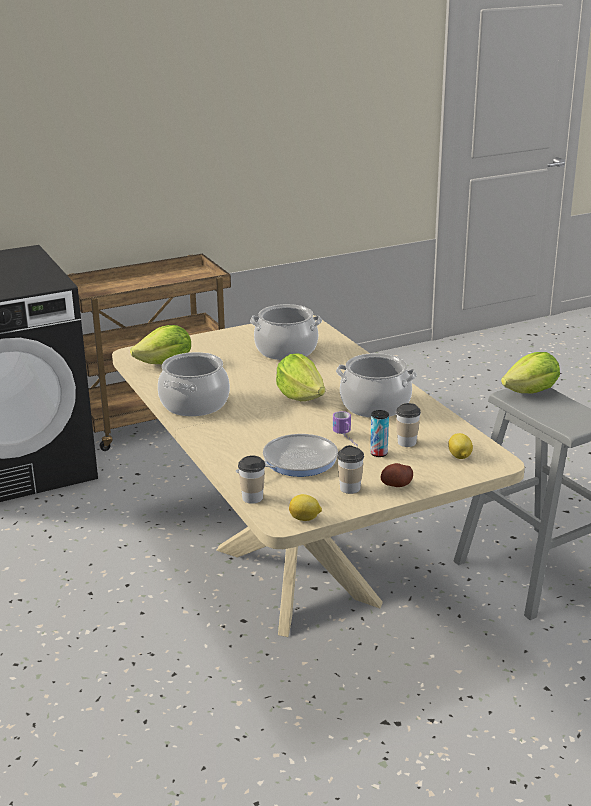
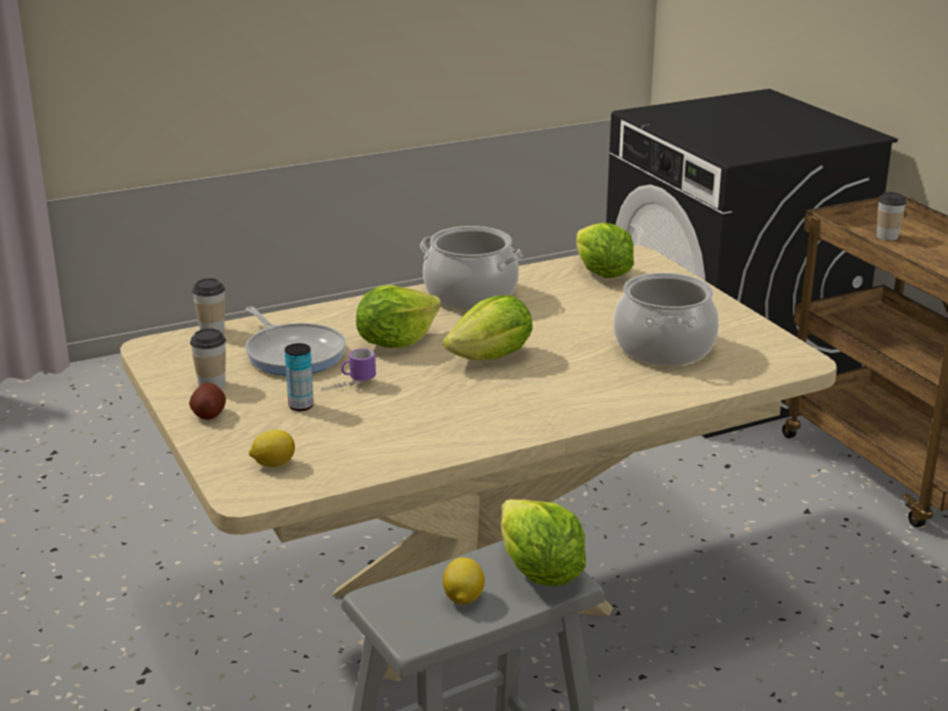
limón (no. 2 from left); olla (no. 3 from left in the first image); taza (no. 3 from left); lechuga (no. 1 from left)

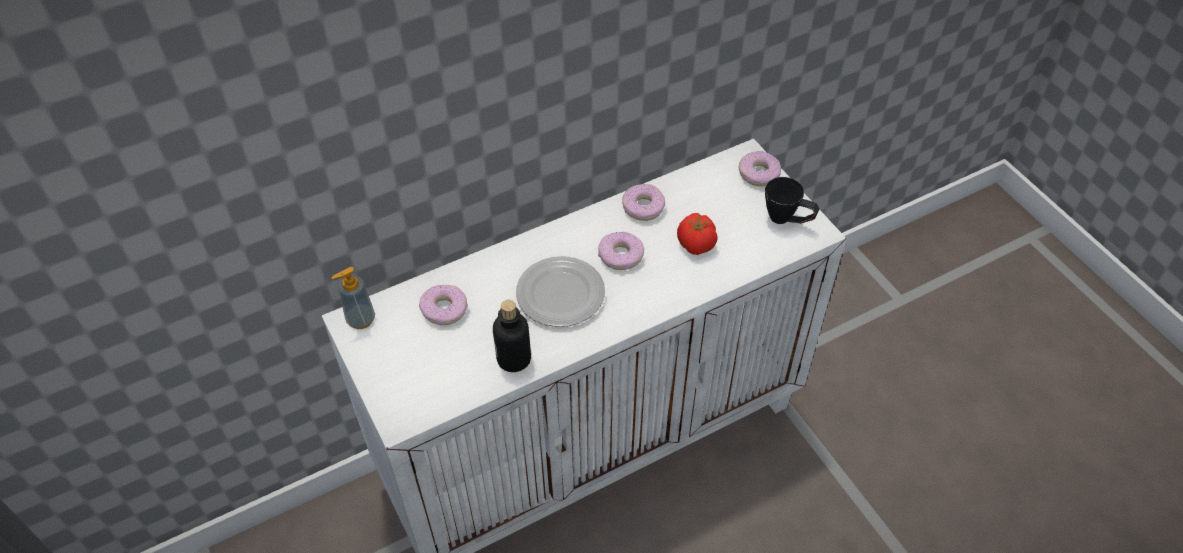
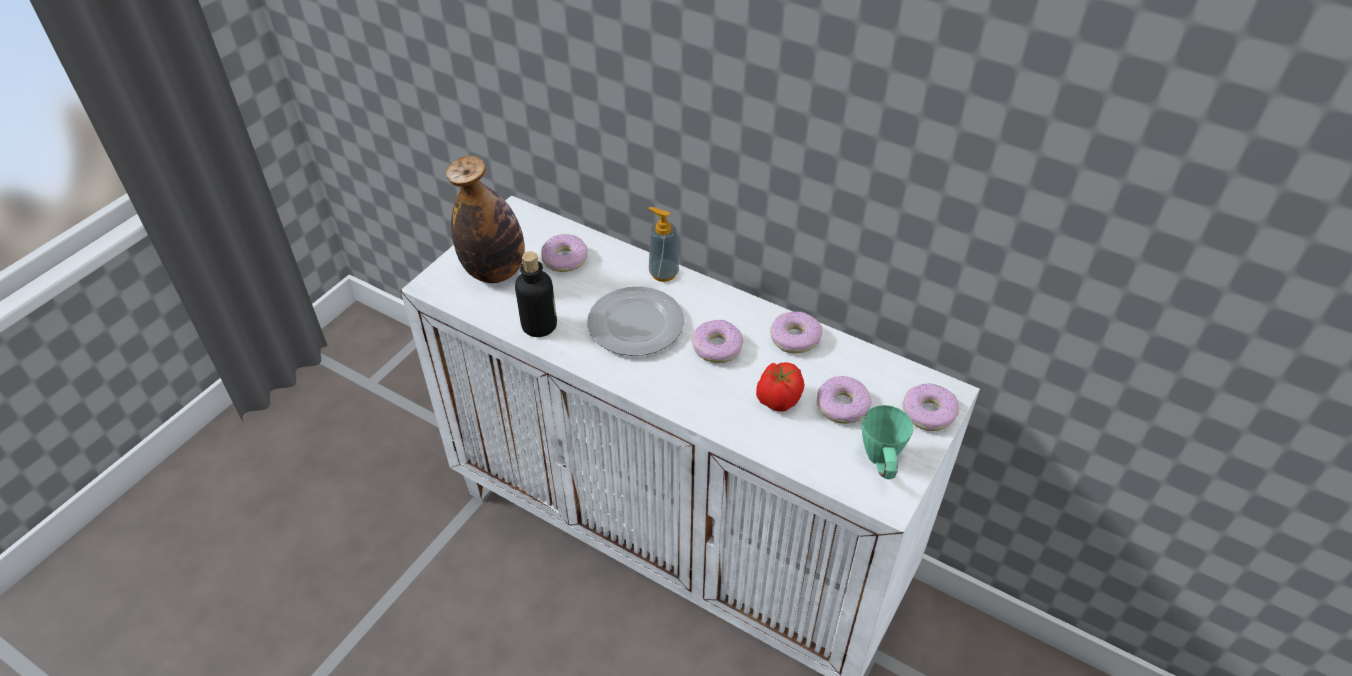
dispensador de jabón; taza grande [verde]; botella (no. 1 from left); rosquilla (no. 4 from left)

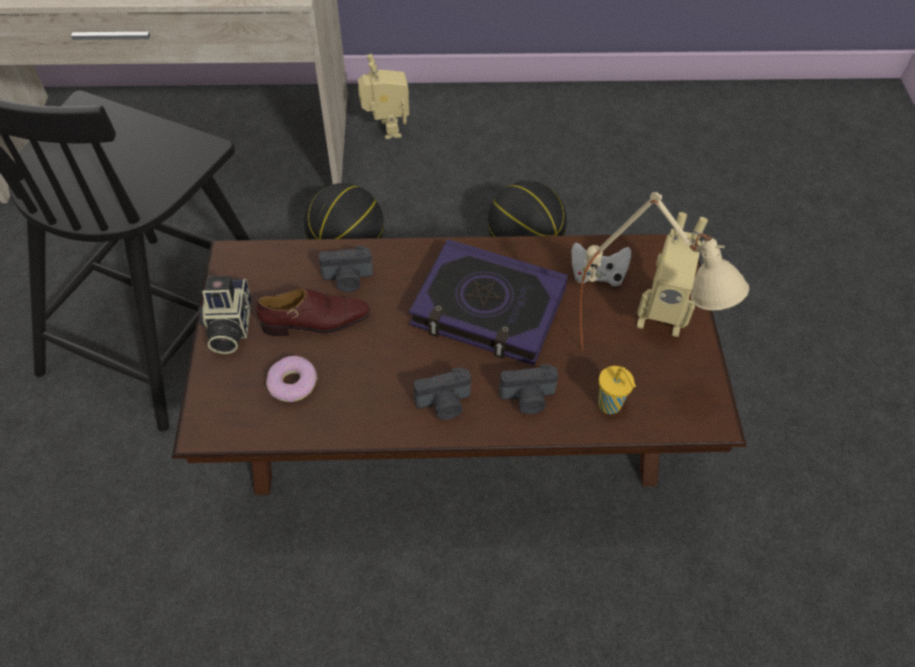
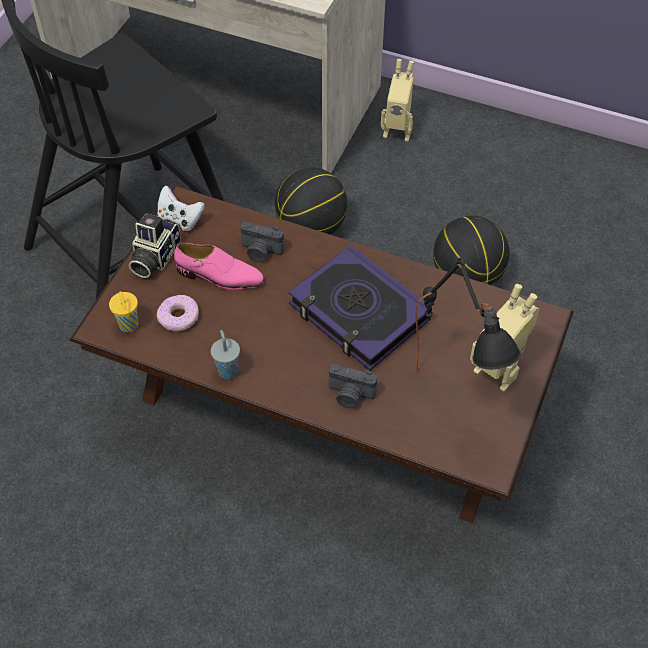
zapato [rosa]; robot de juguete (no. 1 from left); cámara (no. 3 from left in the first image); mando de consola [blanco]; lámpara de mesa [negro]; taza [amarillo]; taza [gris]

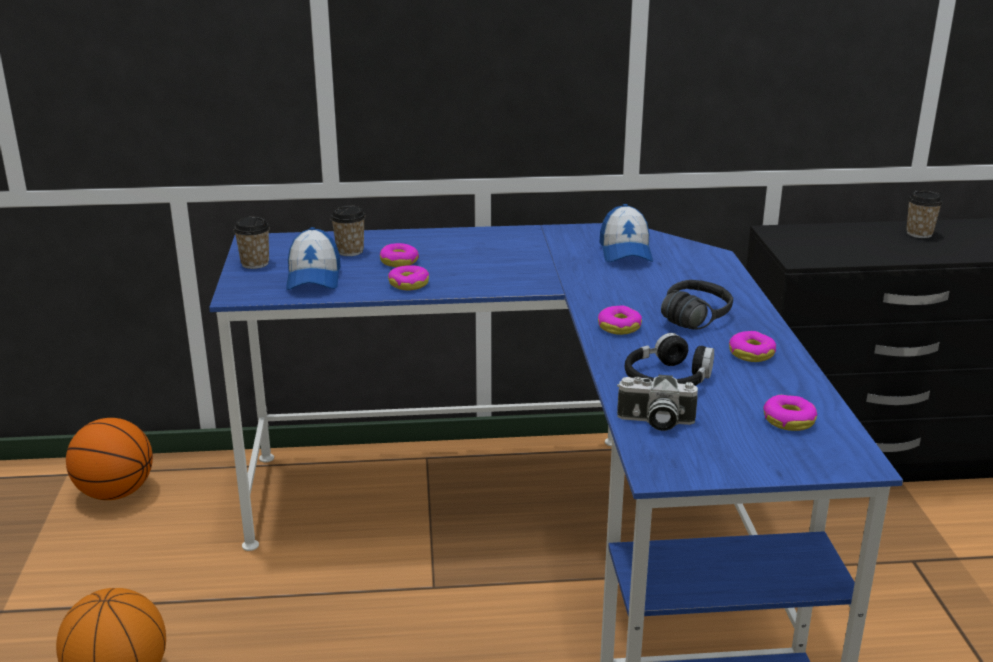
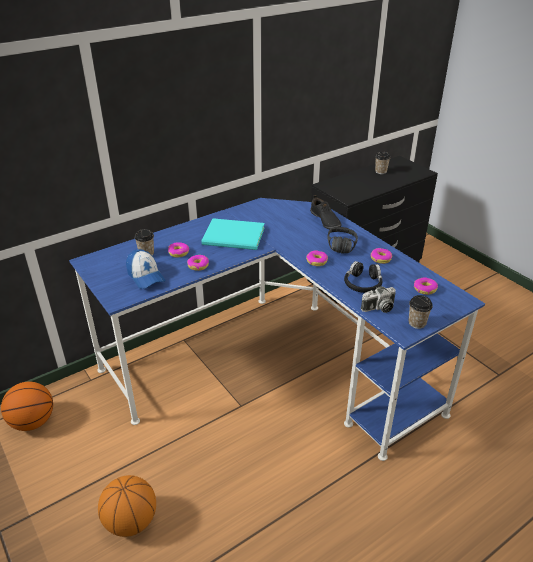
taza (no. 3 from left); gorra (no. 2 from left in the first image); libro [turquesa]; zapato [negro]

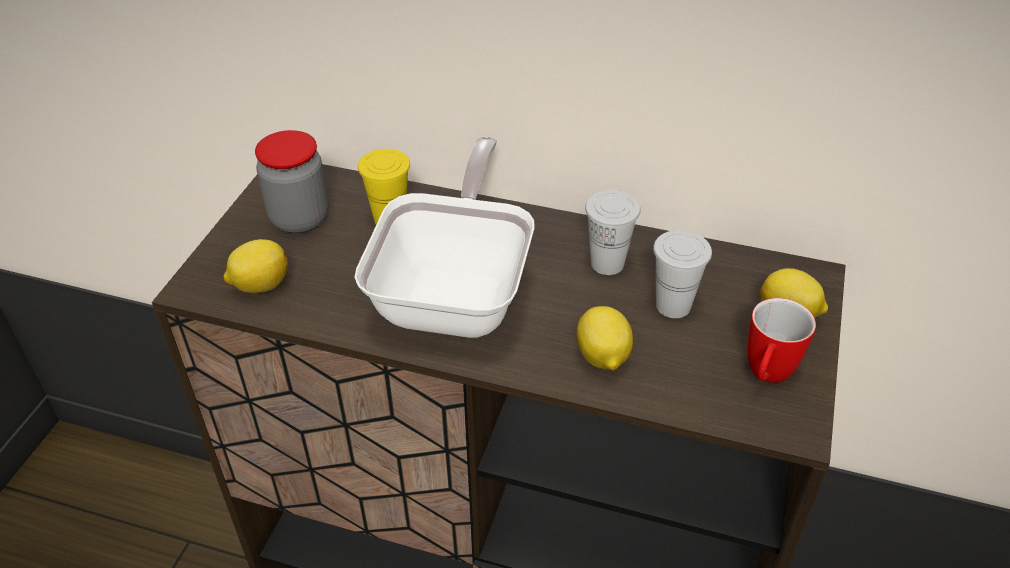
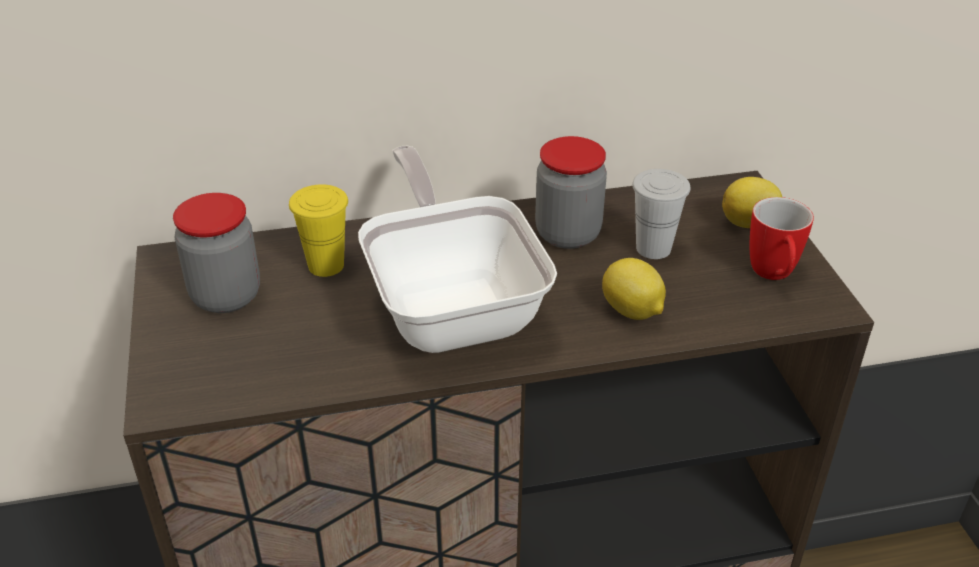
limón (no. 1 from left in the first image); tarro (no. 2 from left)

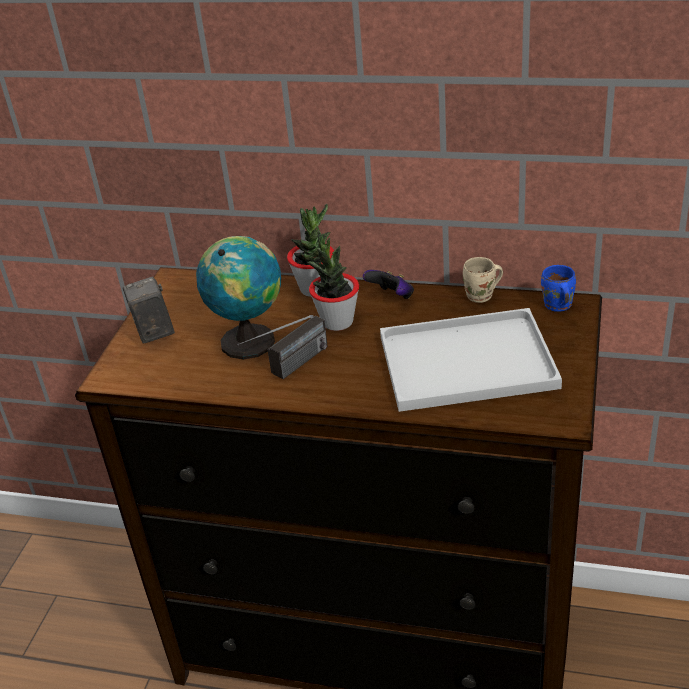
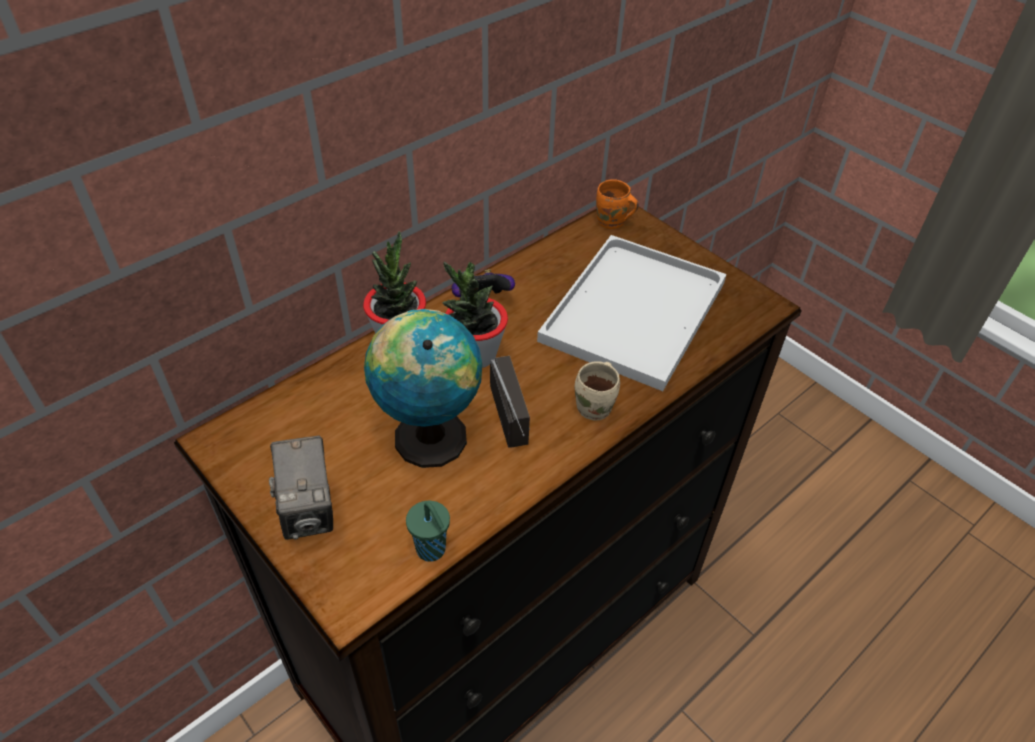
cámara; taza grande [beis]; taza grande [naranja]; taza [verde]

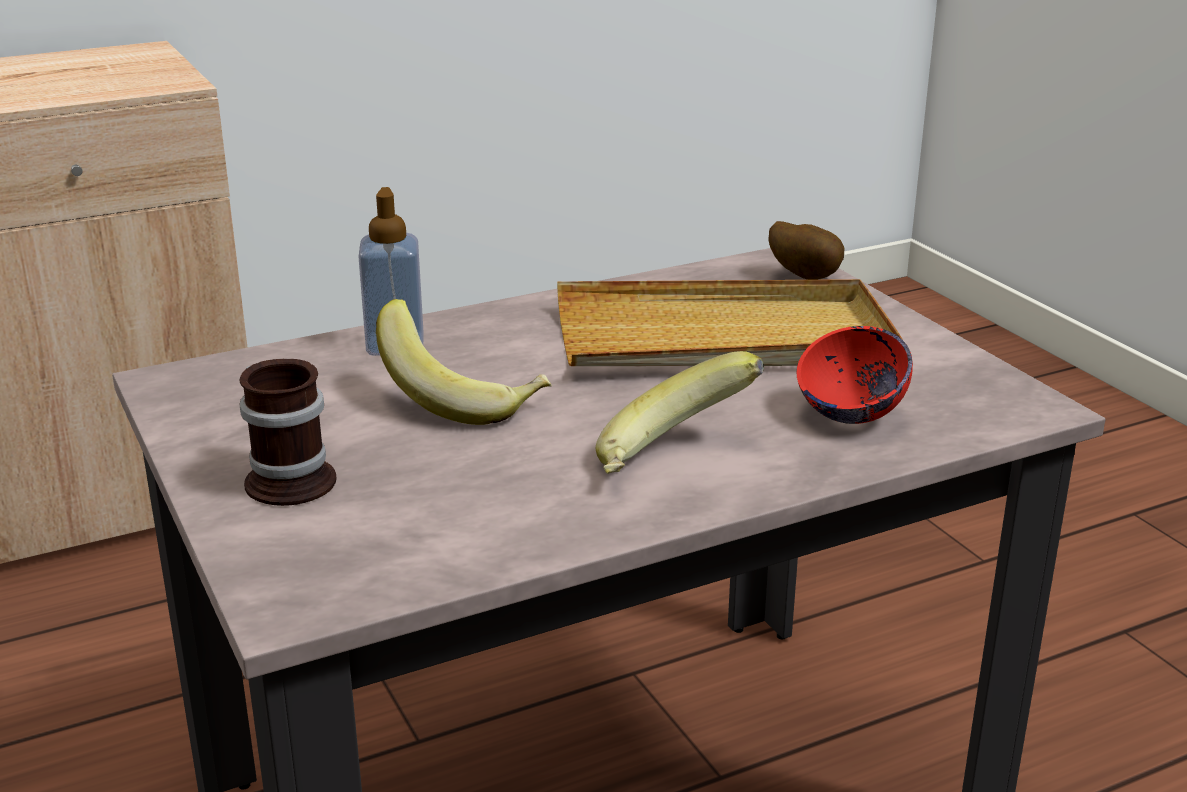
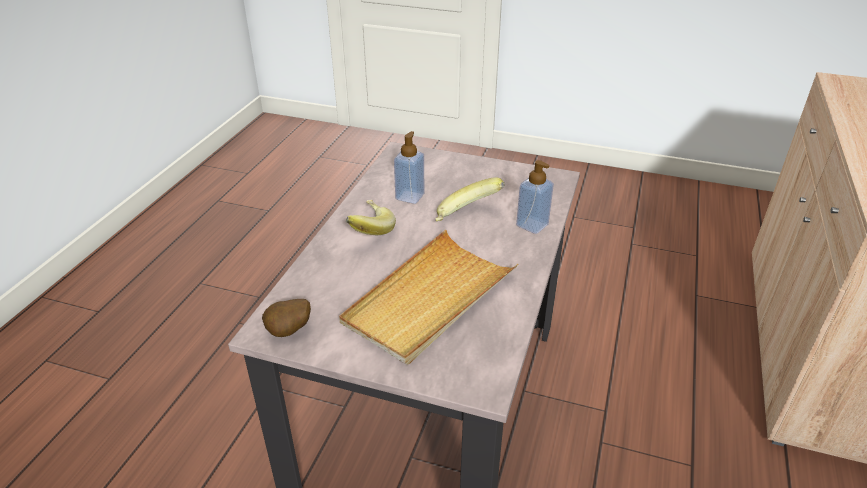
taza grande; patata; cuenco [rojo]; dispensador de jabón (no. 1 from left)

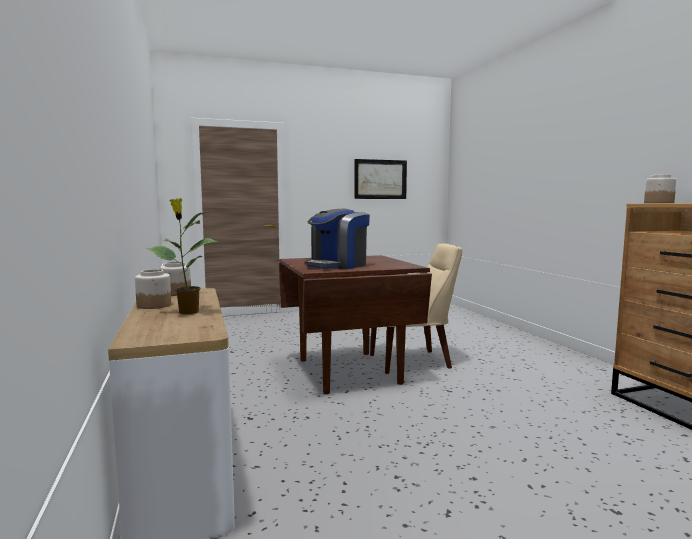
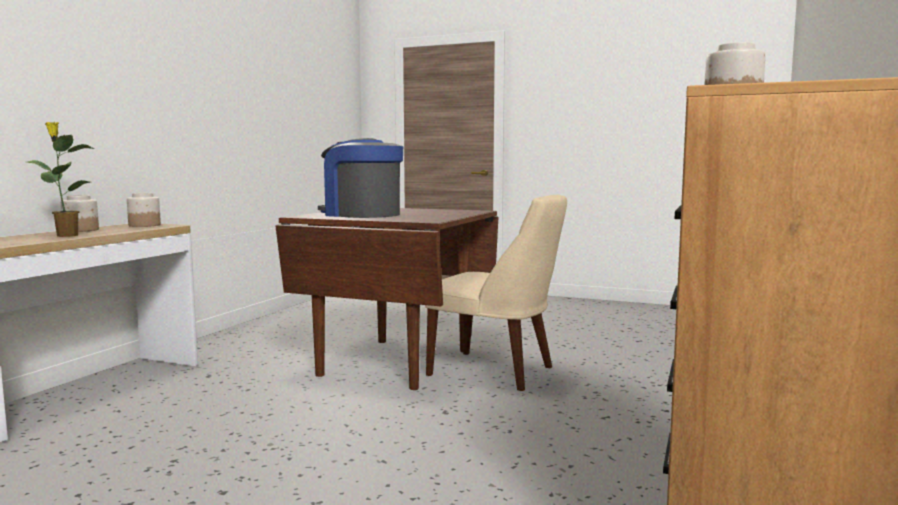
cafetera; cuadro

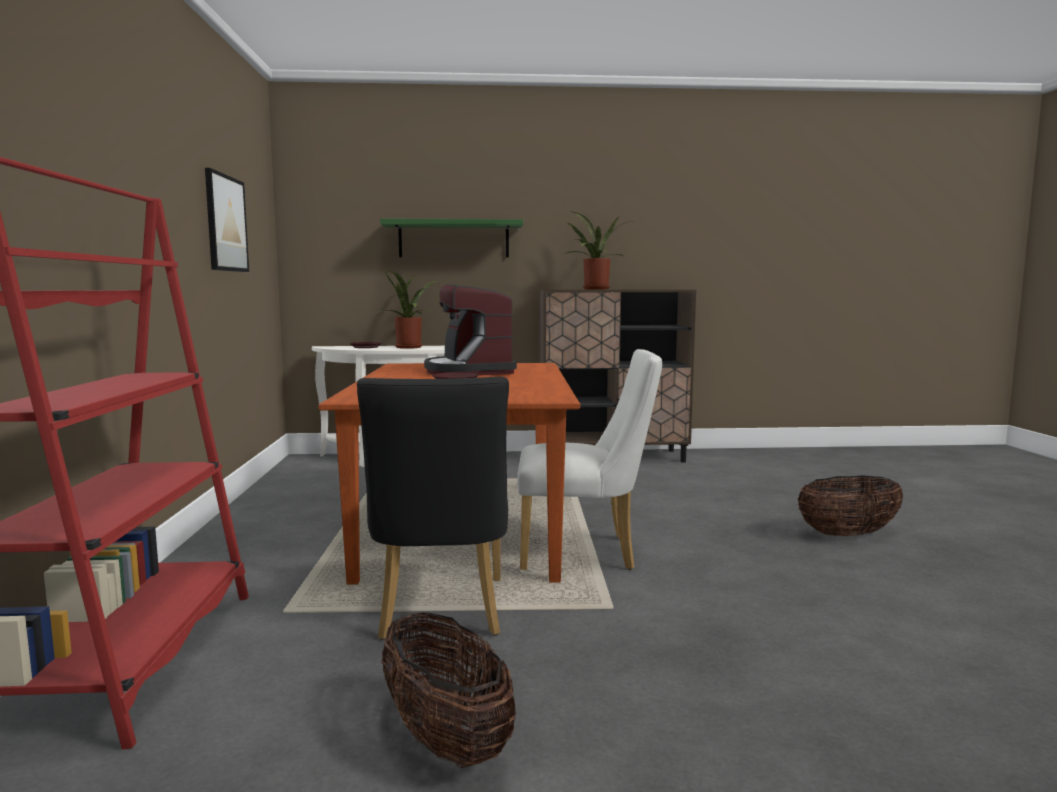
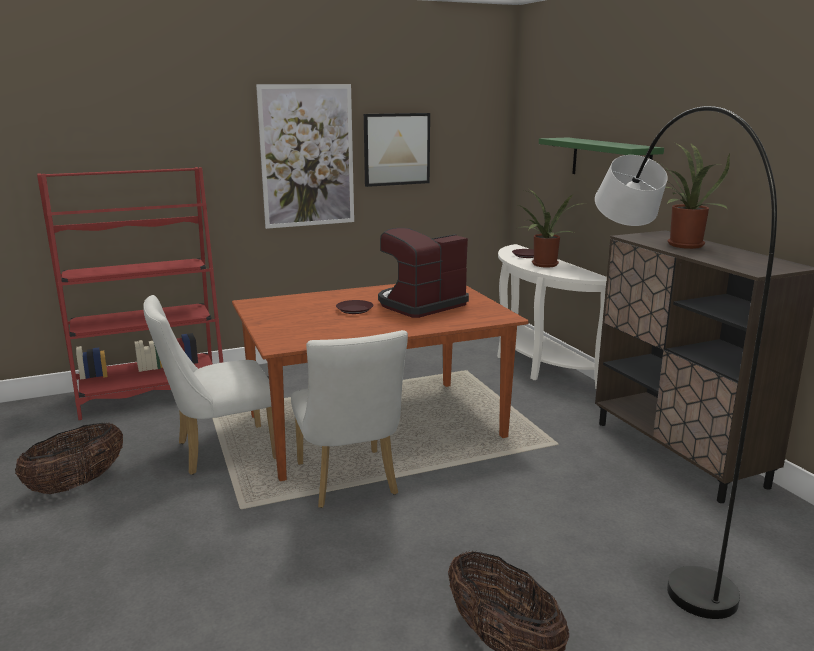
silla [blanco] (no. 1 from left); cuadro (no. 1 from left); lámpara de pie [gris]

